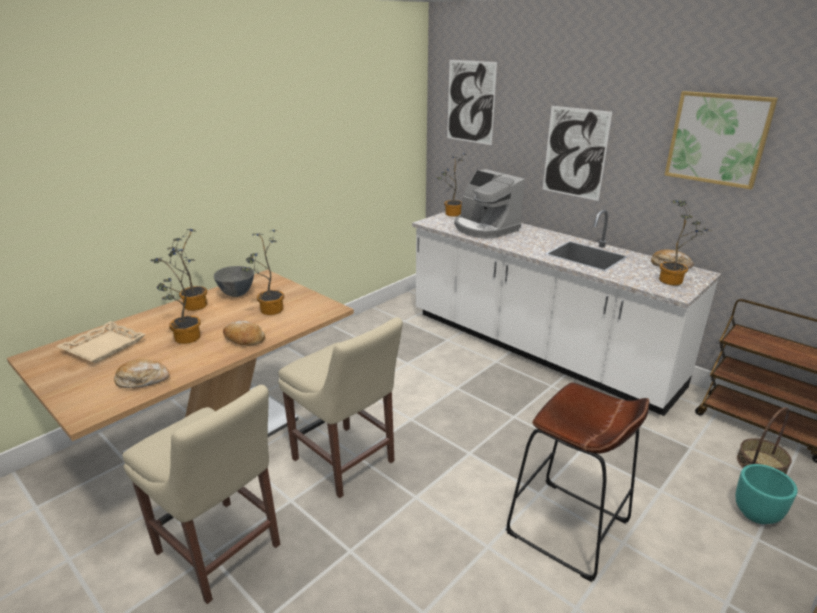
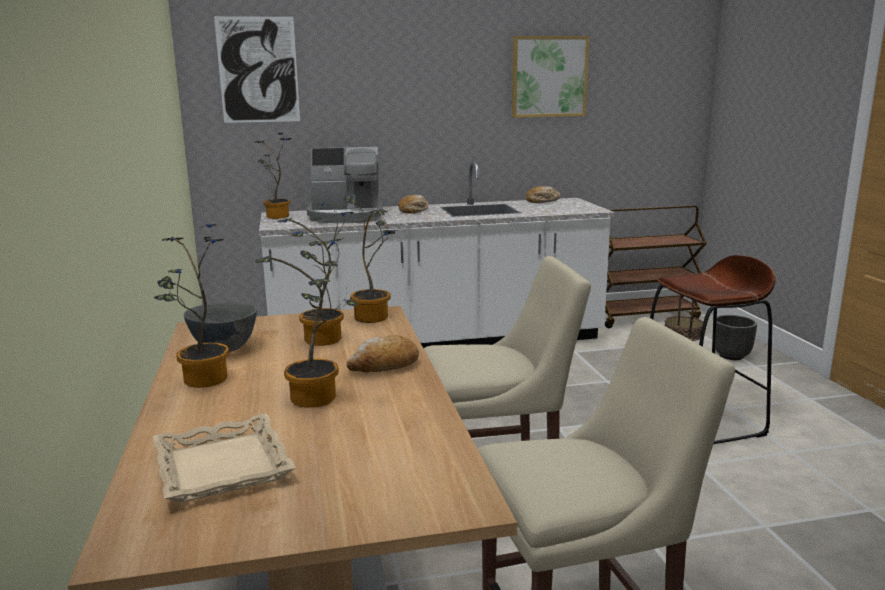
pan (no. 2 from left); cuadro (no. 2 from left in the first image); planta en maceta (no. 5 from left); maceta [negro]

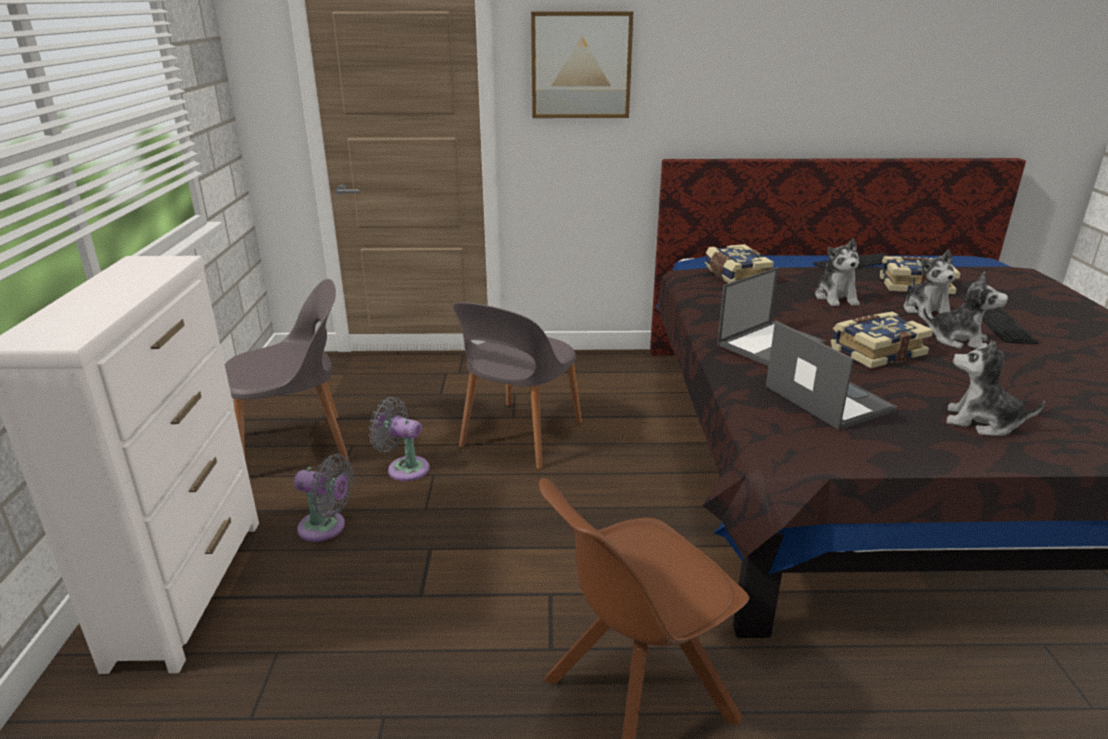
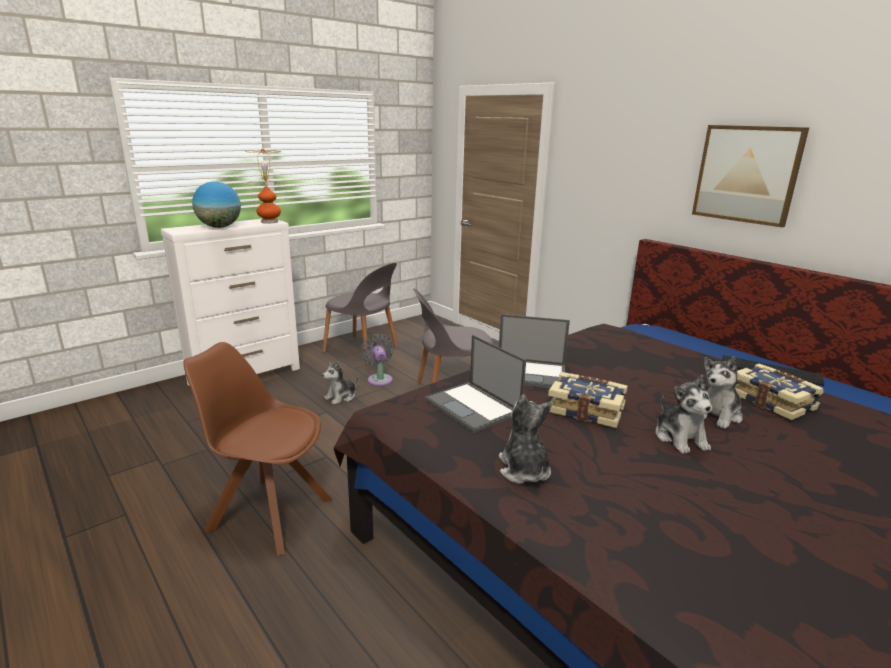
ventilador [gris] (no. 1 from left in the first image); cuadro; libro (no. 1 from left in the first image); portátil (no. 1 from left); peluche (no. 1 from left); teclado (no. 2 from left in the first image); globo terráqueo; lámpara de mesa

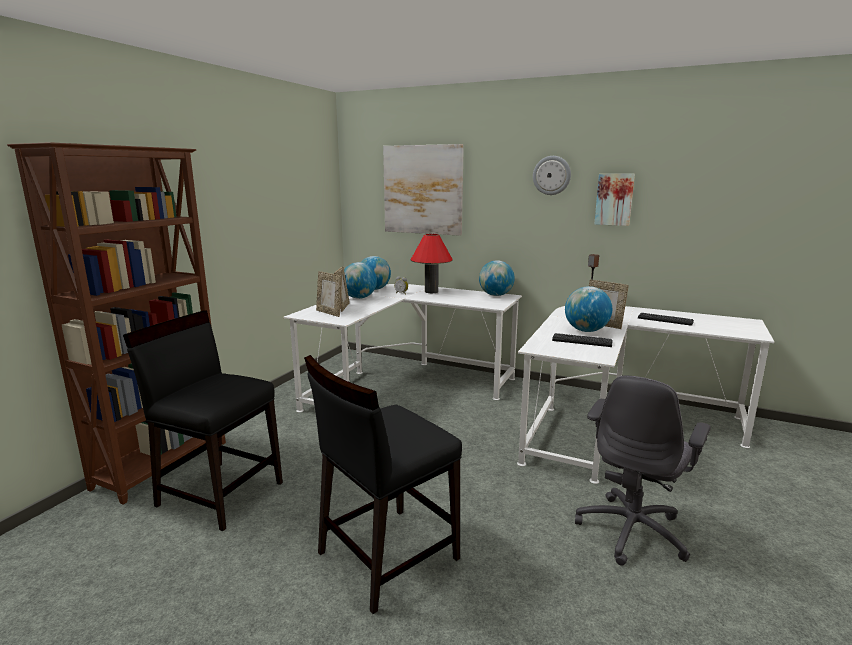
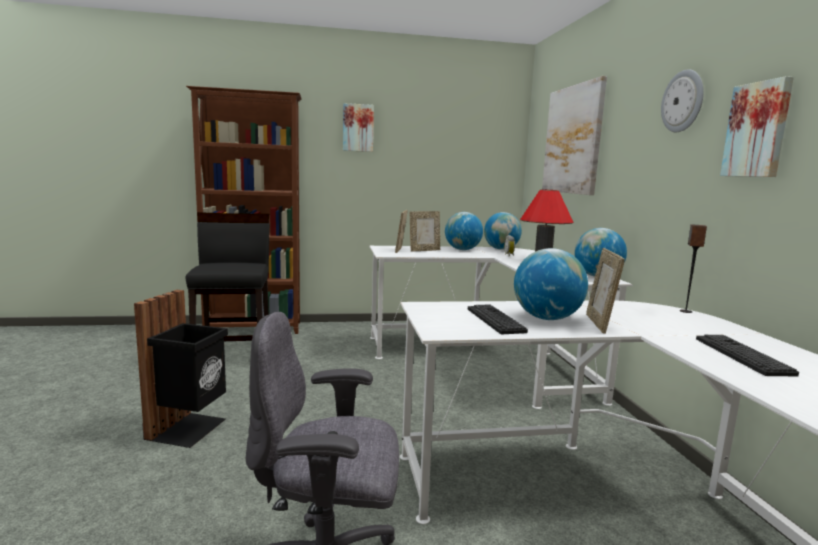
papelera [negro]; cuadro (no. 1 from left)

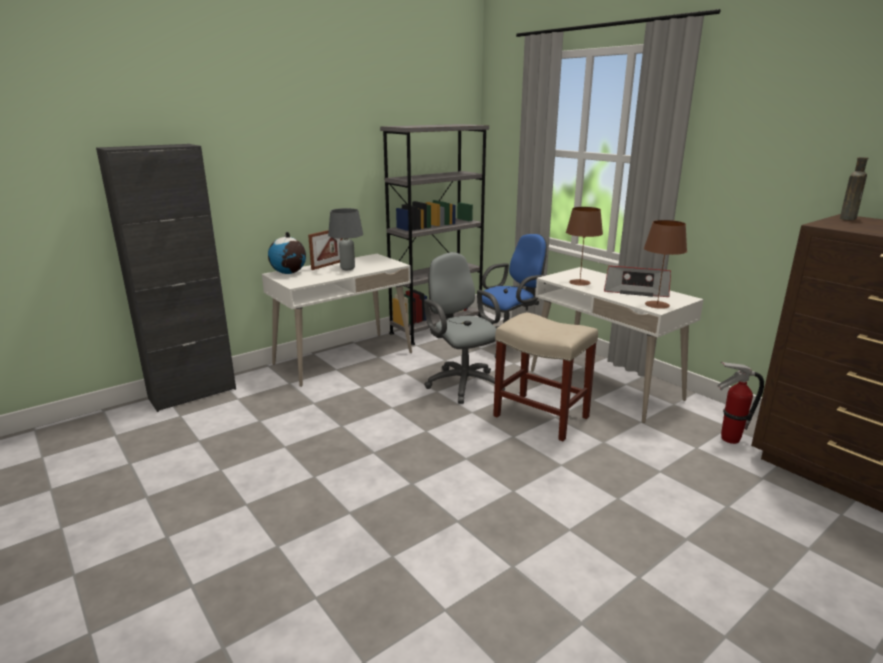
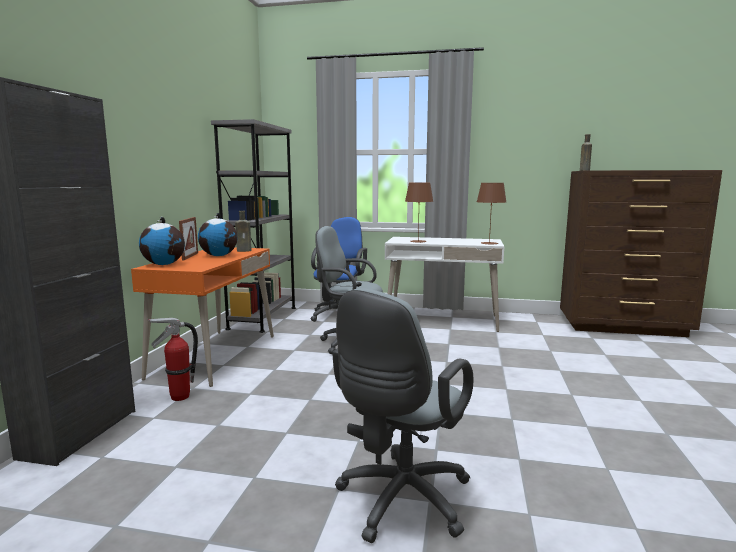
escritorio [naranja]; globo terráqueo (no. 2 from left); taburete [beis]; radio; extintor; botella [marrón] (no. 1 from left); silla de oficina [gris] (no. 2 from left)

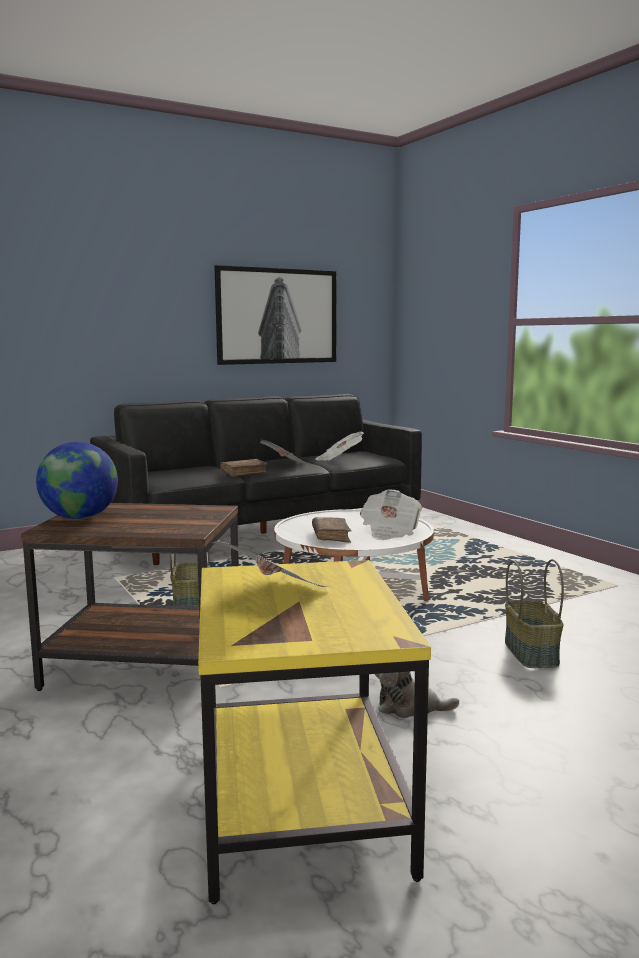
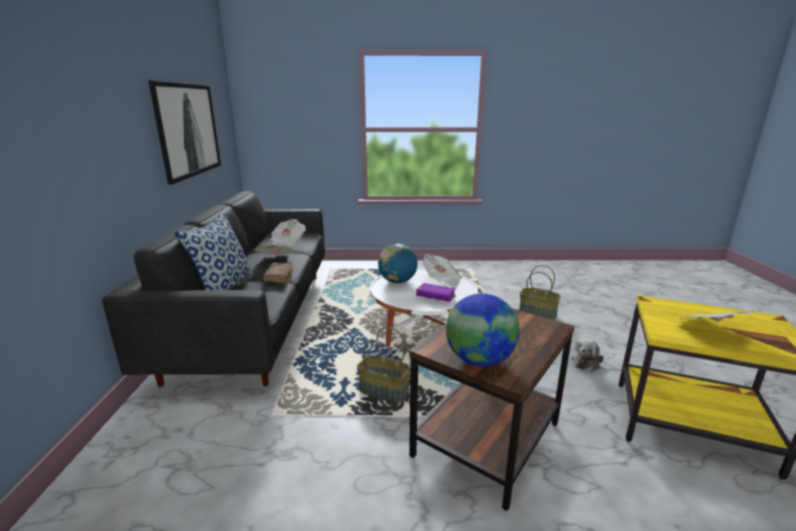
libro [morado]; cojín; globo terráqueo (no. 1 from left)

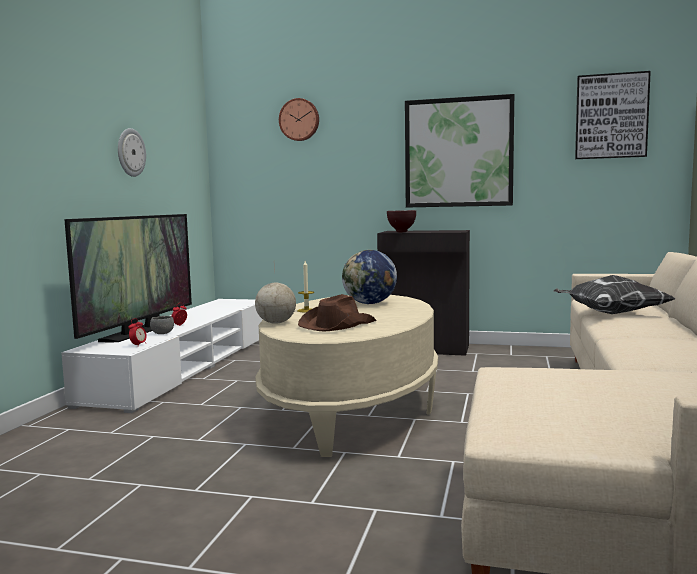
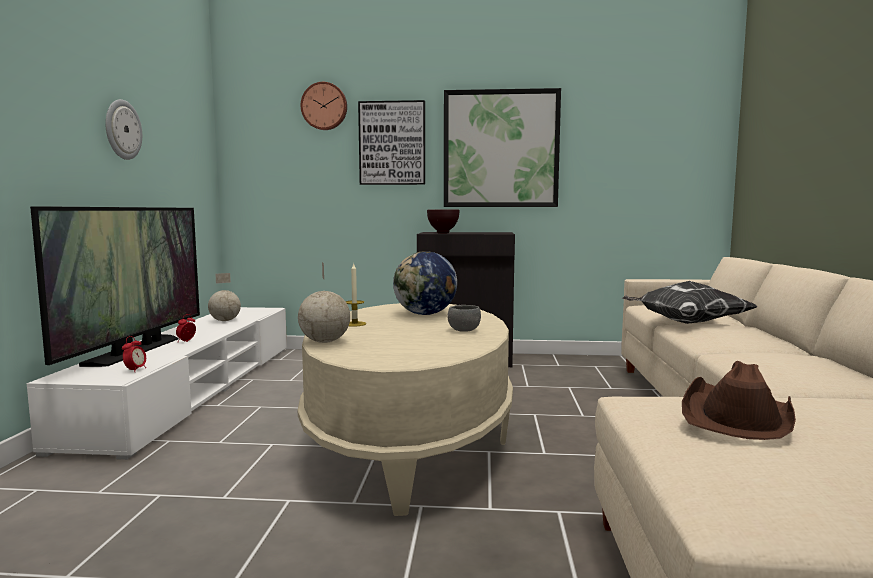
cuenco [gris]; sombrero [marrón]; cuadro (no. 1 from left); globo terráqueo (no. 1 from left)

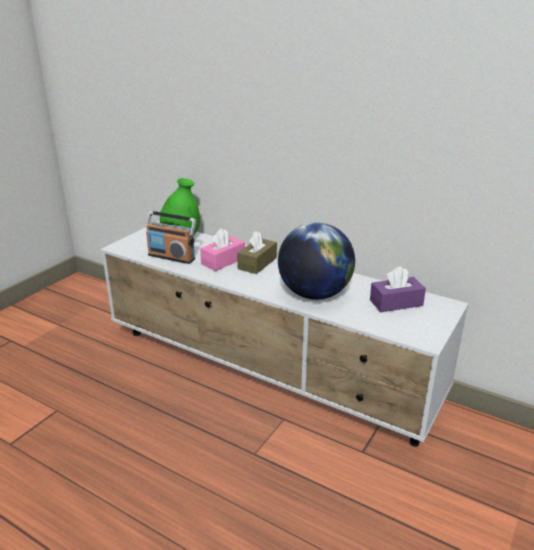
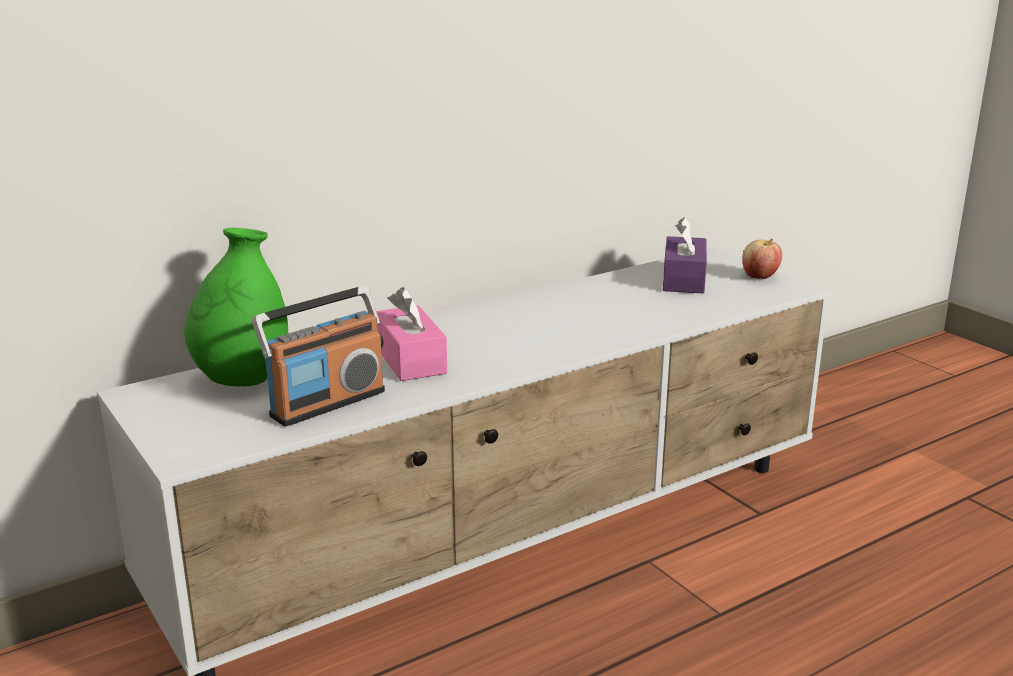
caja de pañuelos [marrón]; globo terráqueo; manzana

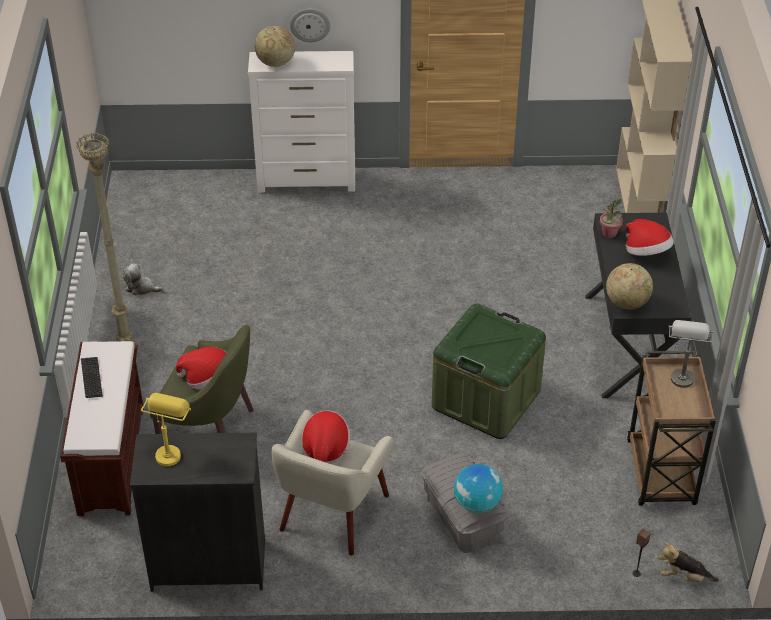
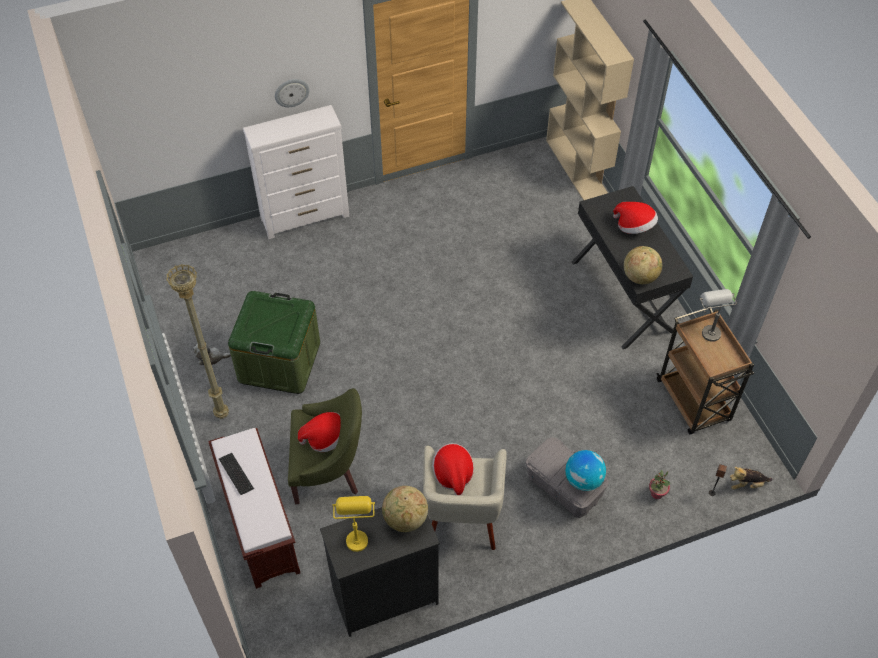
globo terráqueo (no. 1 from left); caja de almacenaje [verde]; planta en maceta

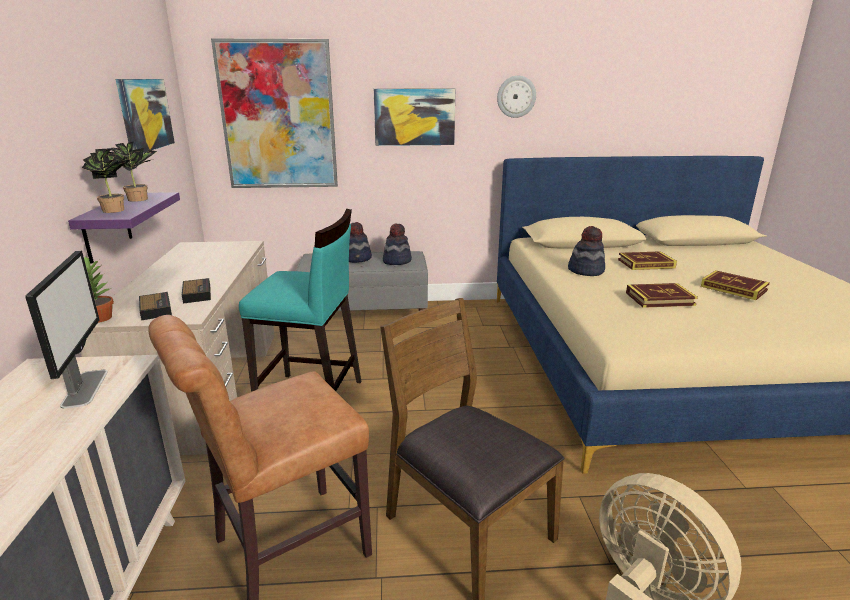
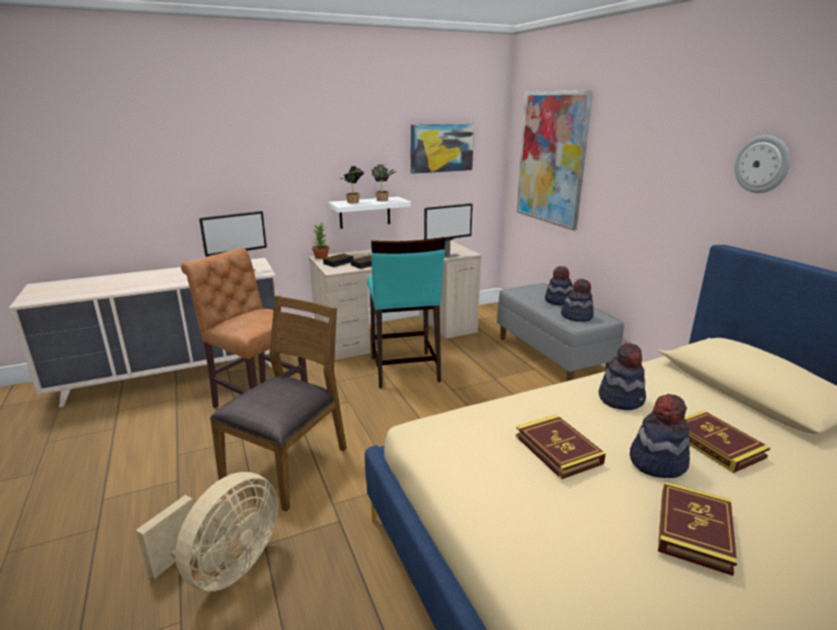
estante [blanco]; cuadro (no. 3 from left in the first image); monitor (no. 2 from left); sombrero (no. 4 from left)

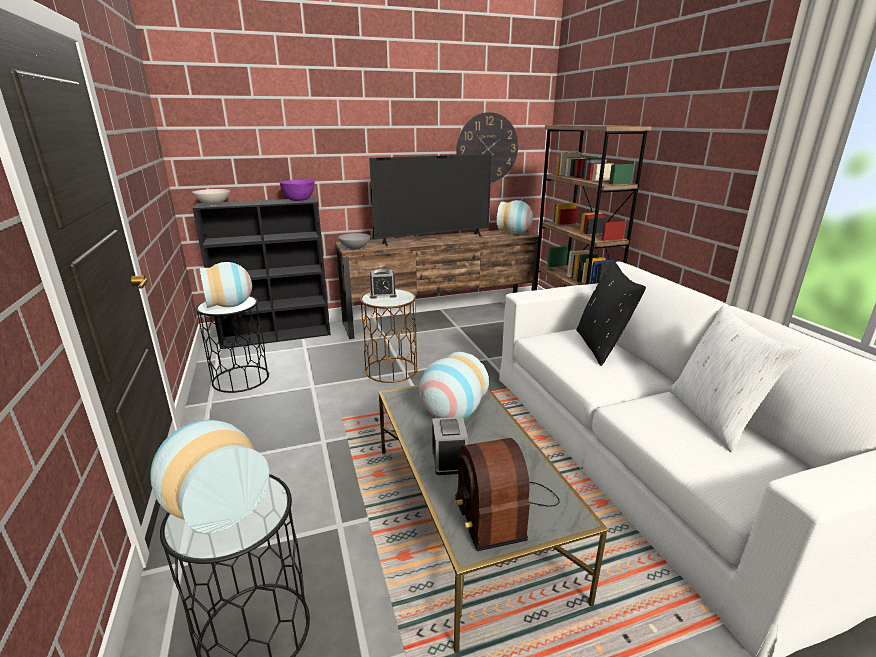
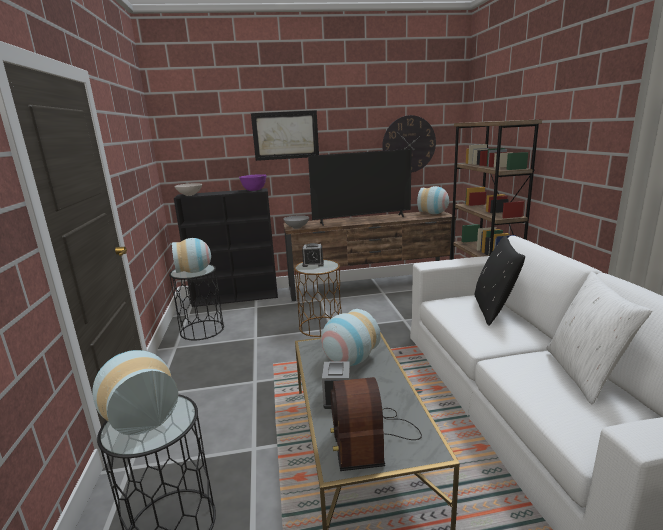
cuadro

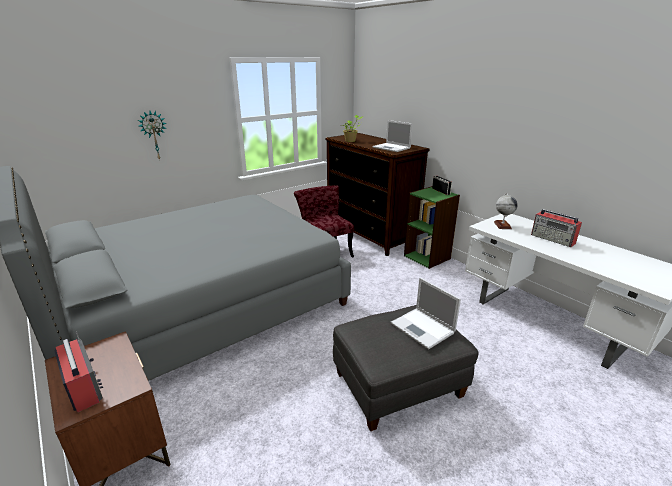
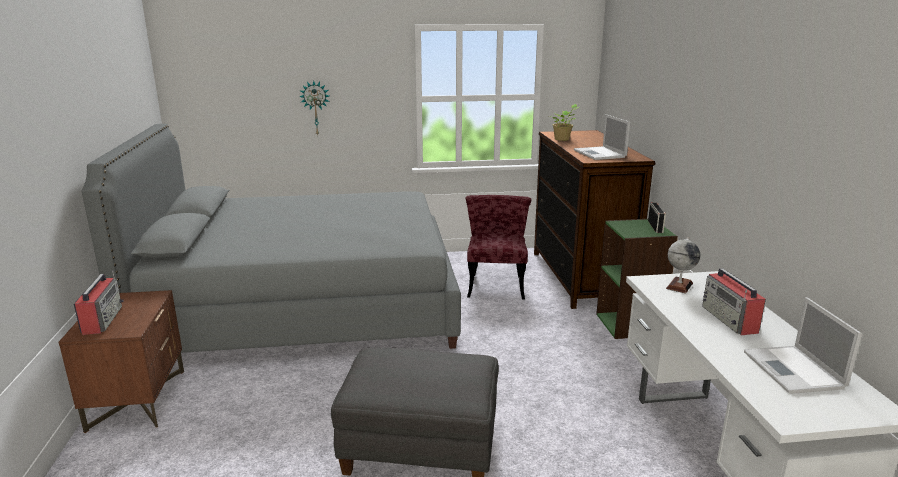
portátil (no. 2 from left)

